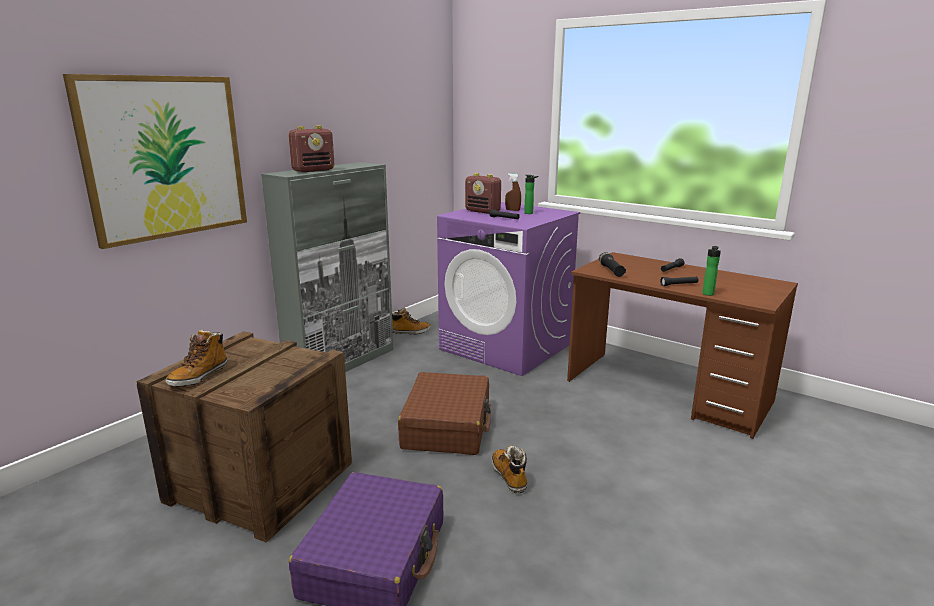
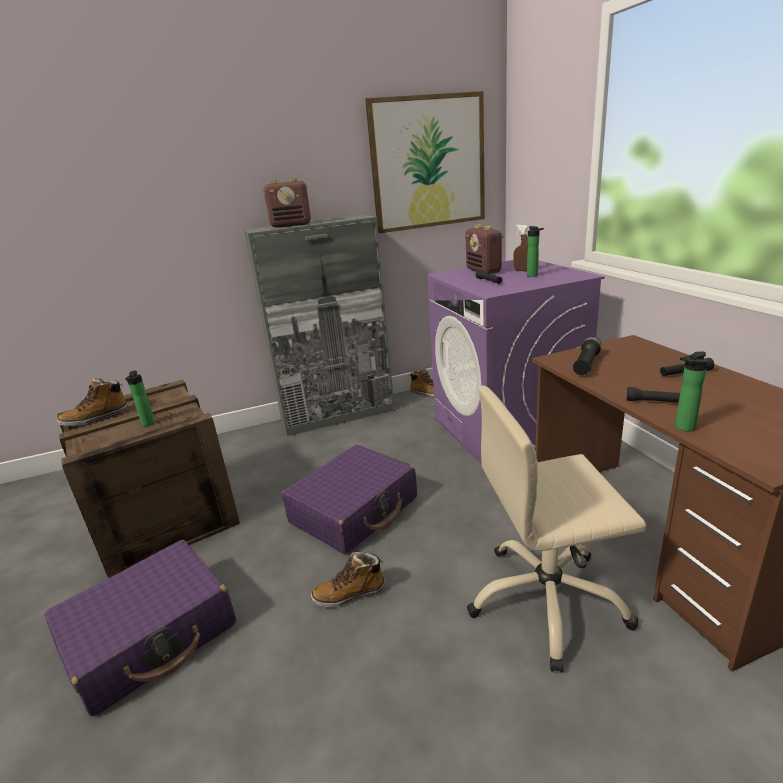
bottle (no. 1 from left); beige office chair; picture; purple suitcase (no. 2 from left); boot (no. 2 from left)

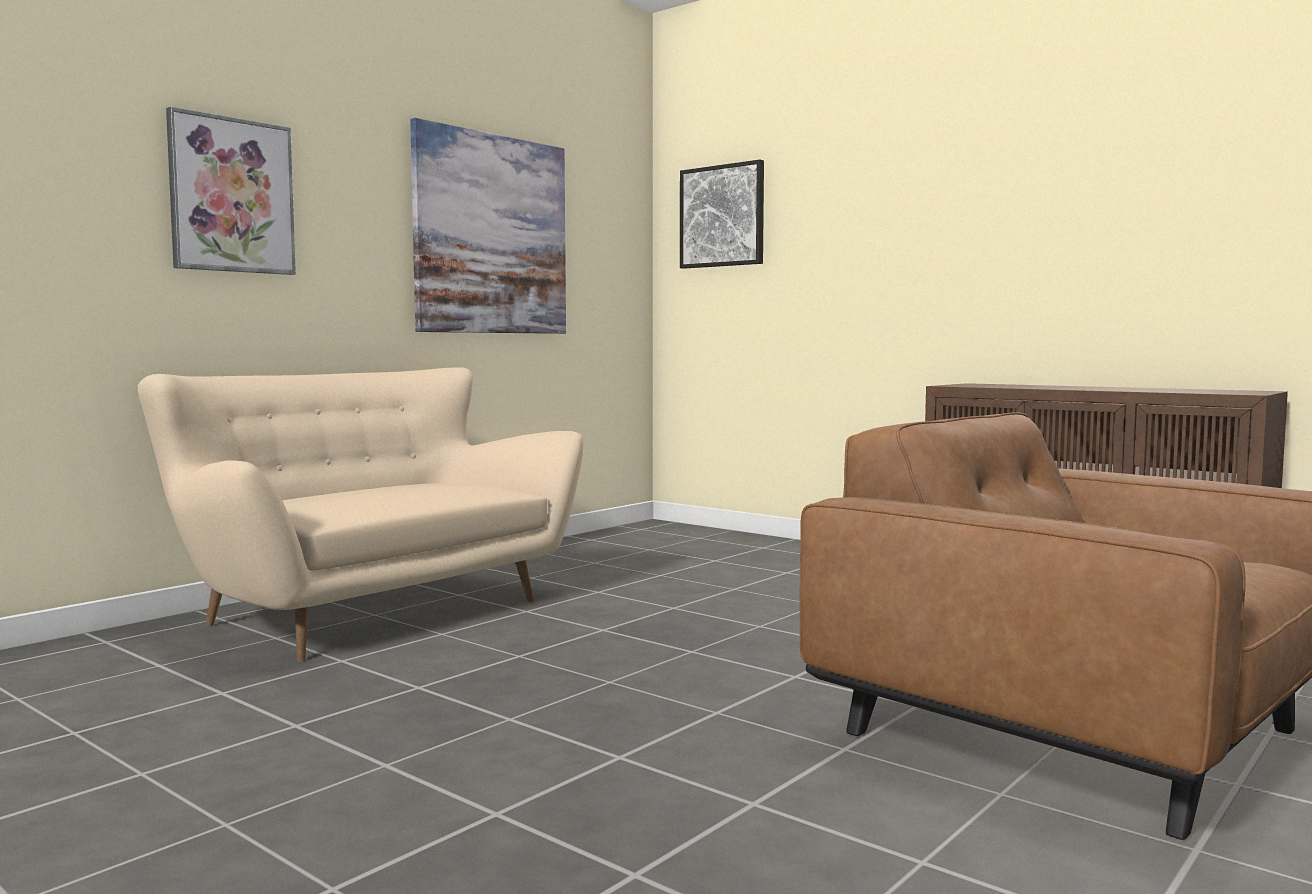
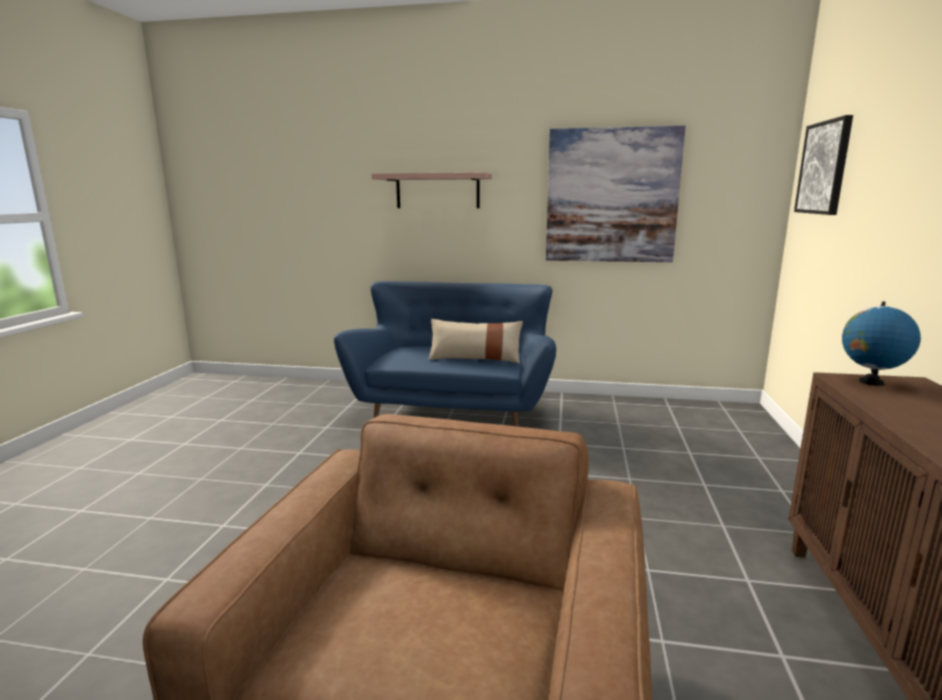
beige pillow; globe; shelf; blue sofa

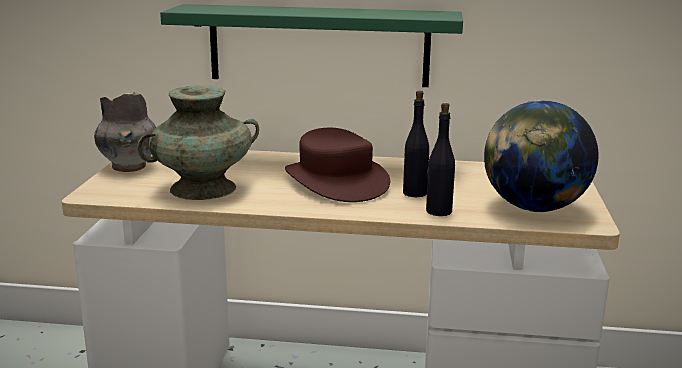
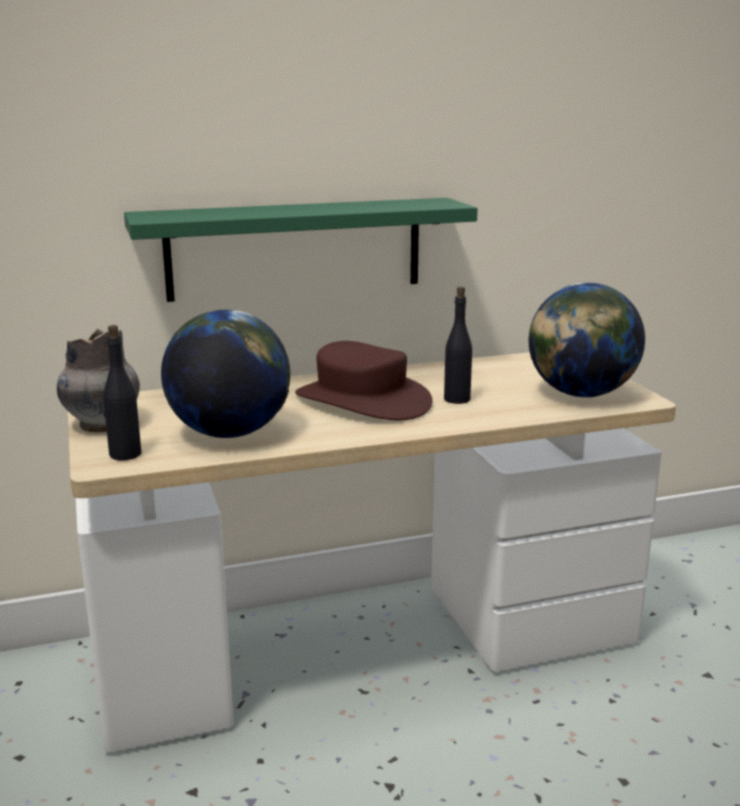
black bottle (no. 1 from left); globe (no. 1 from left)

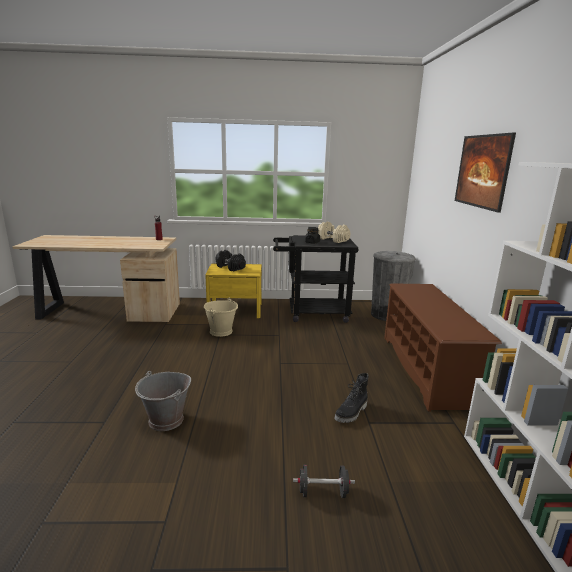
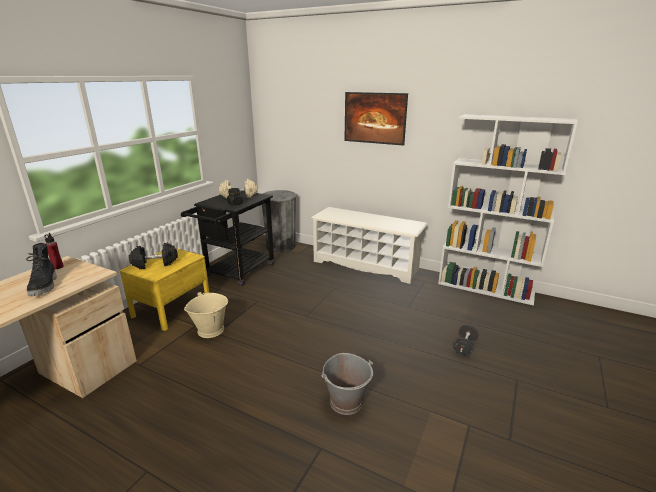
black boot; white shoe rack

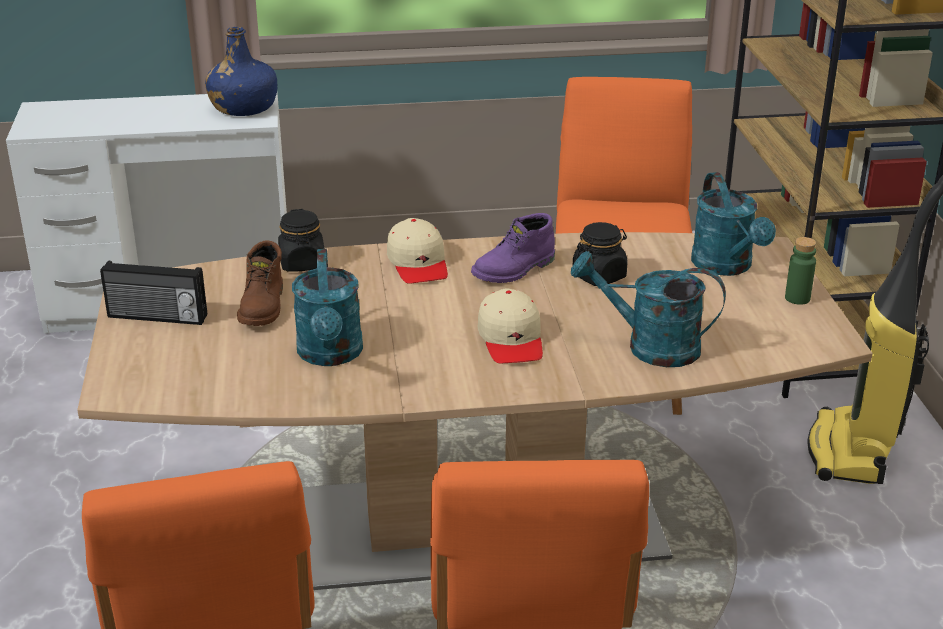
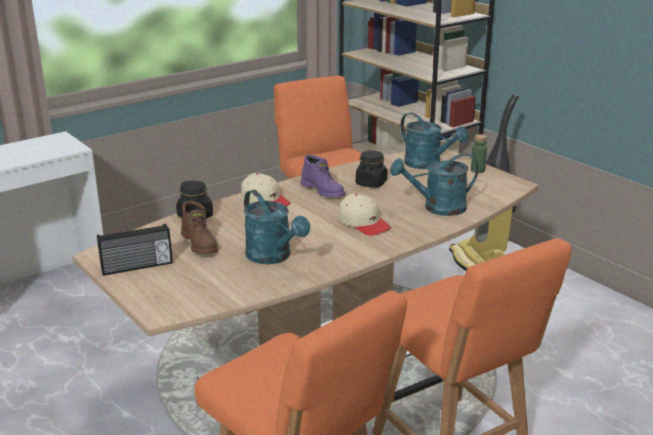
blue bottle; purple boot

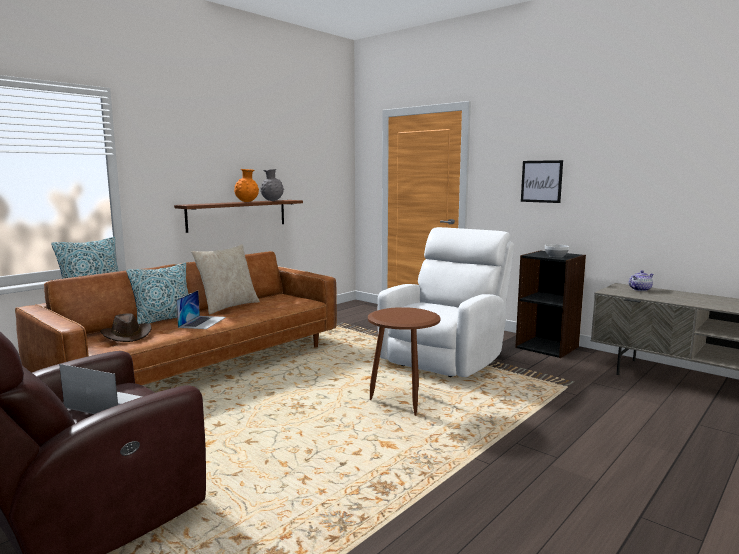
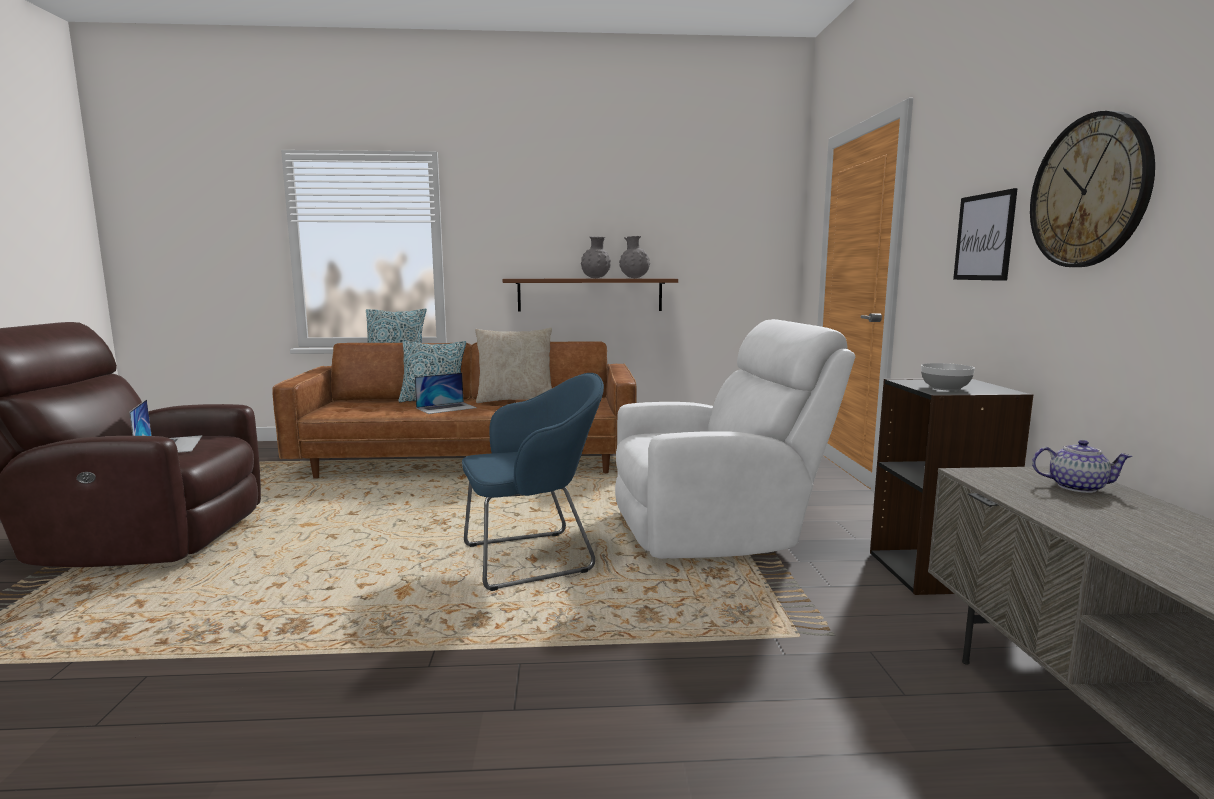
brown hat; wall clock; blue armchair; grey vase (no. 1 from left)

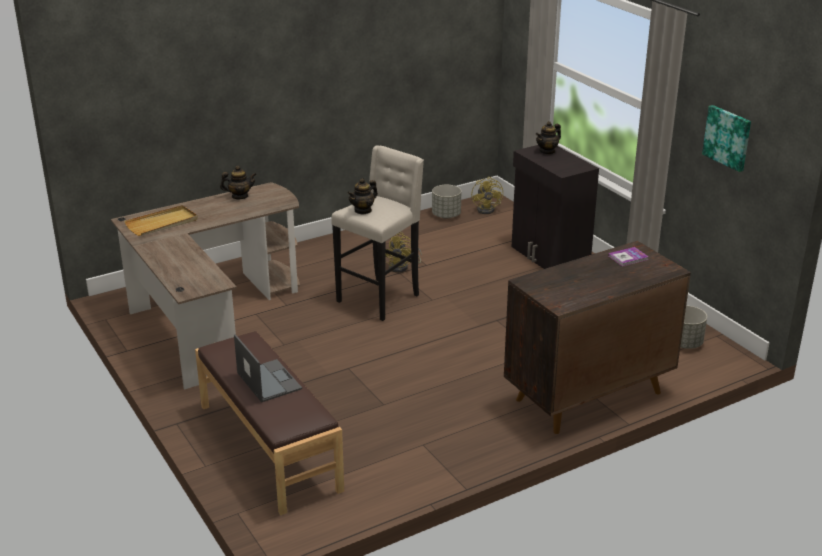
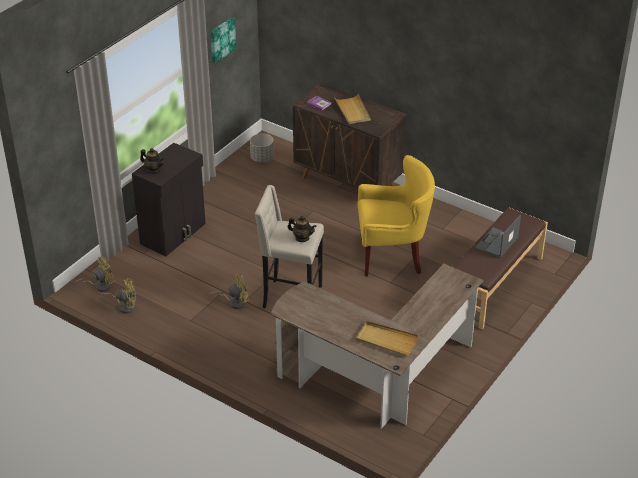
teapot (no. 1 from left in the first image); beige tray (no. 1 from left); yellow armchair; yellow fan (no. 2 from left)

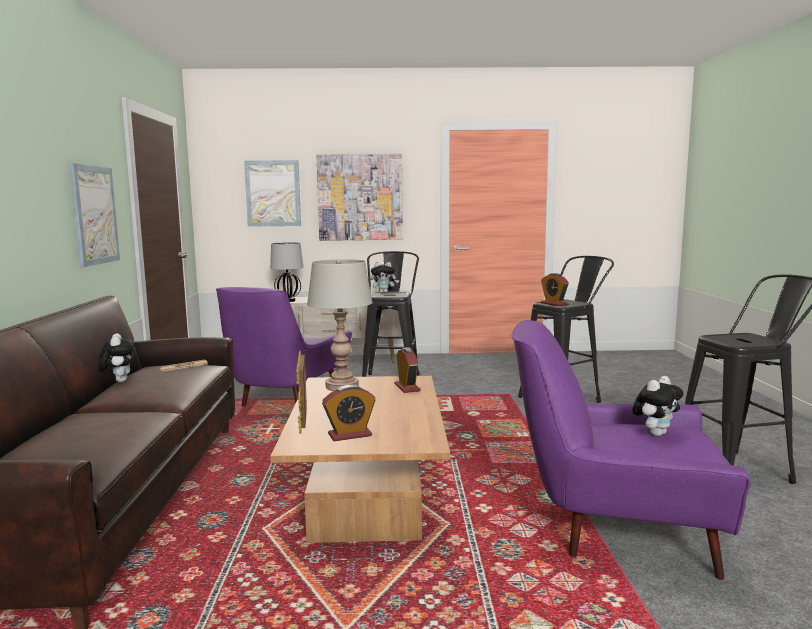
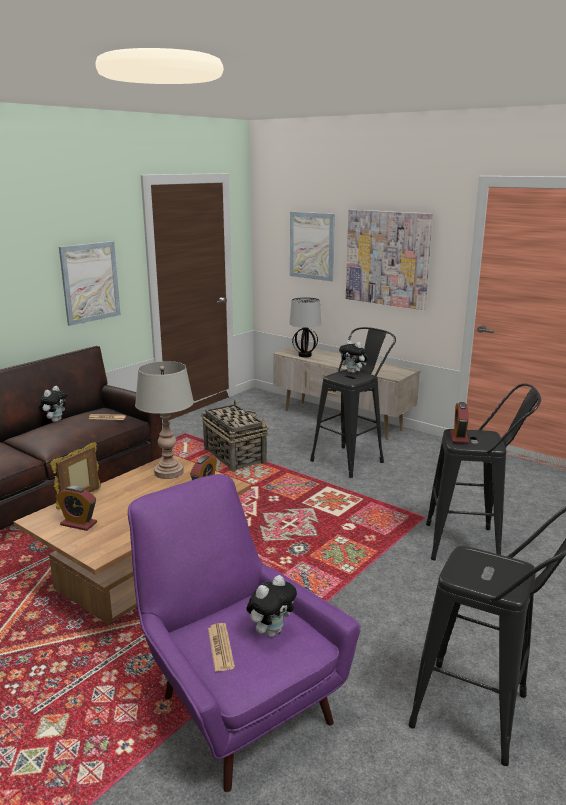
newspaper (no. 2 from left); basket; plush toy (no. 2 from left)

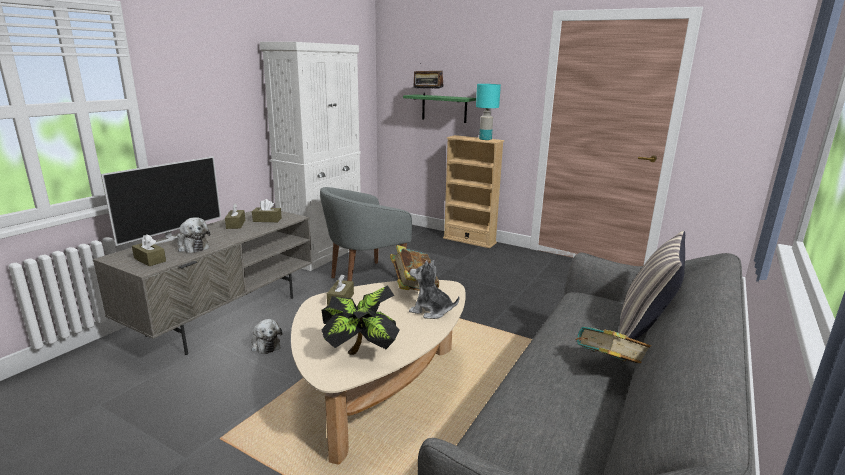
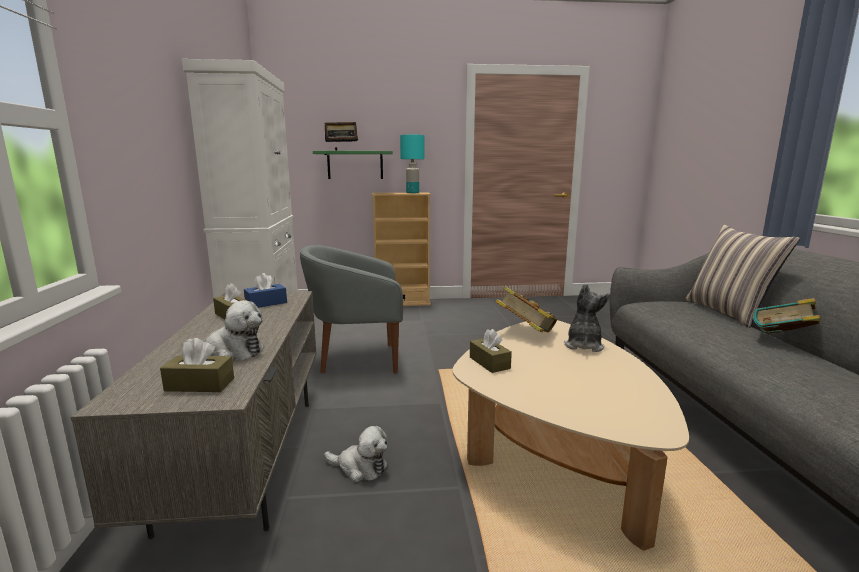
television; potted plant; blue tissue box; grey armchair; plush toy (no. 3 from left)

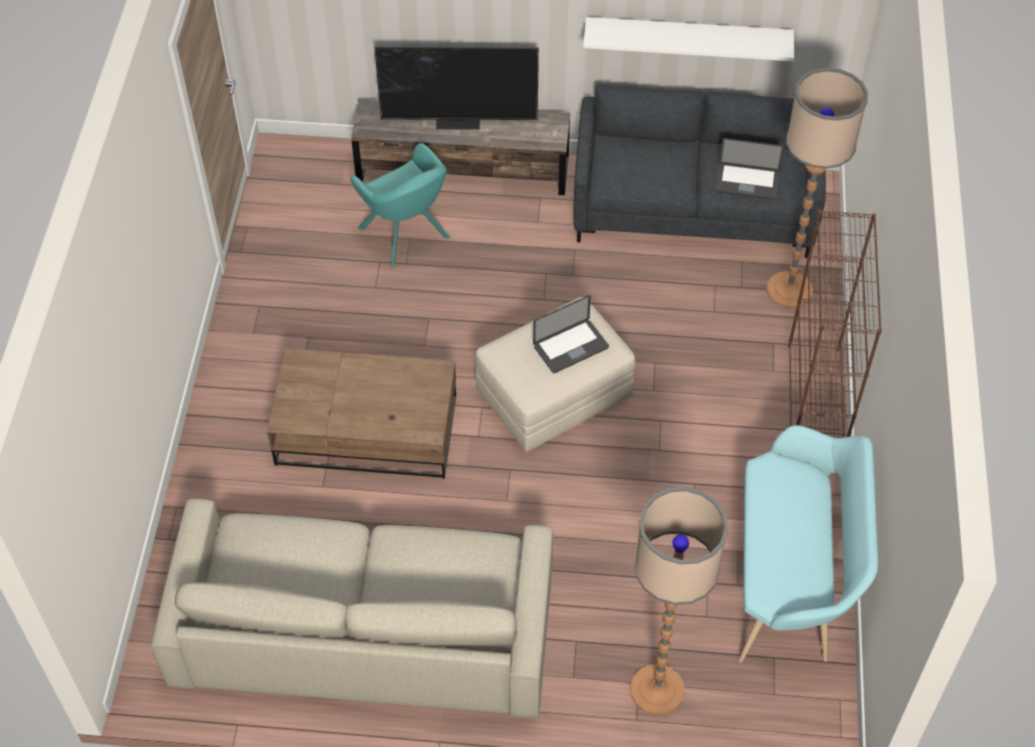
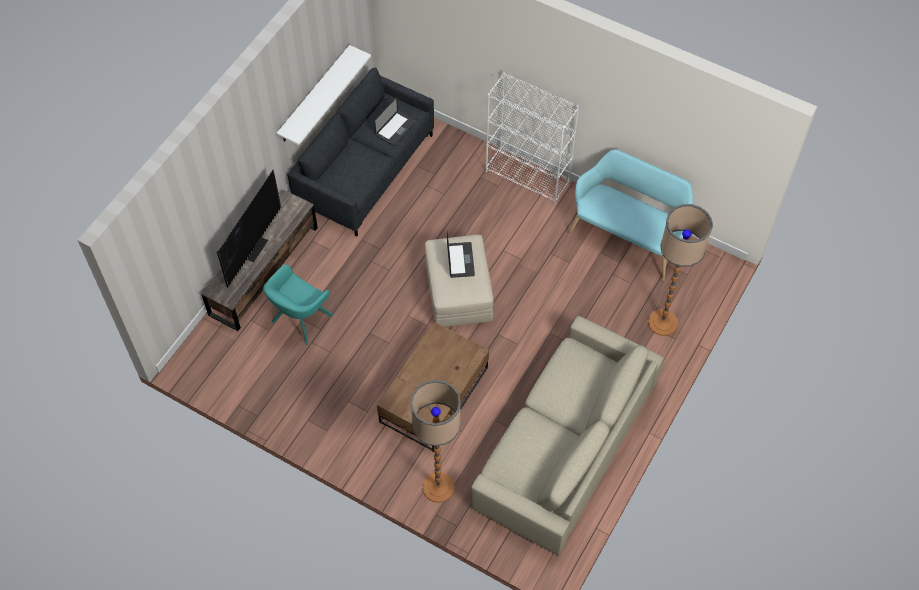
floor lamp (no. 1 from left); white bookcase; turquoise armchair

